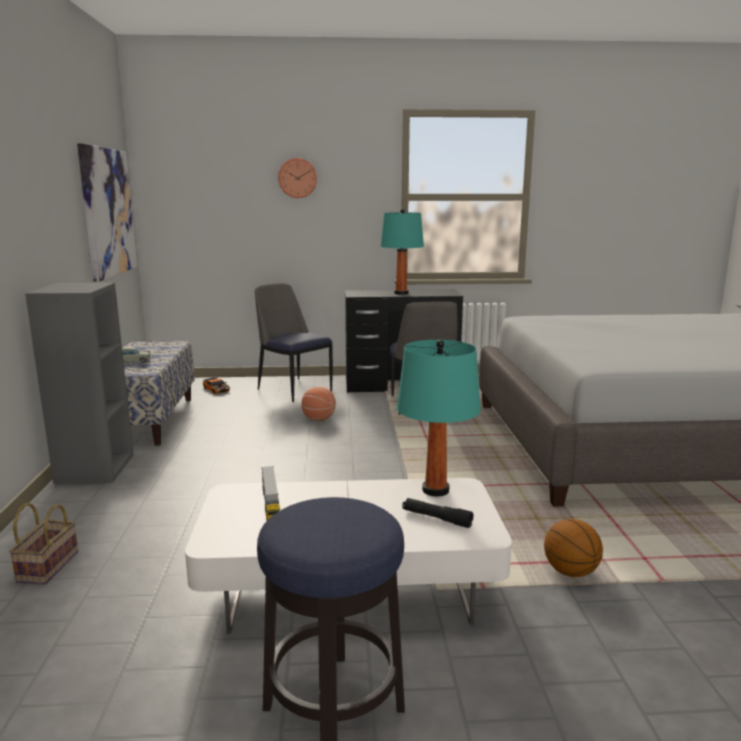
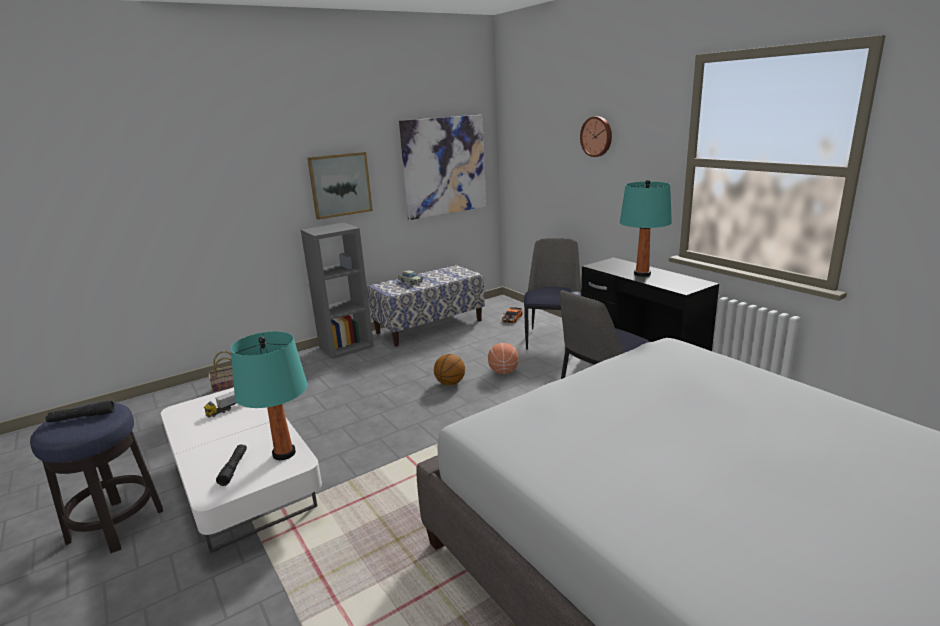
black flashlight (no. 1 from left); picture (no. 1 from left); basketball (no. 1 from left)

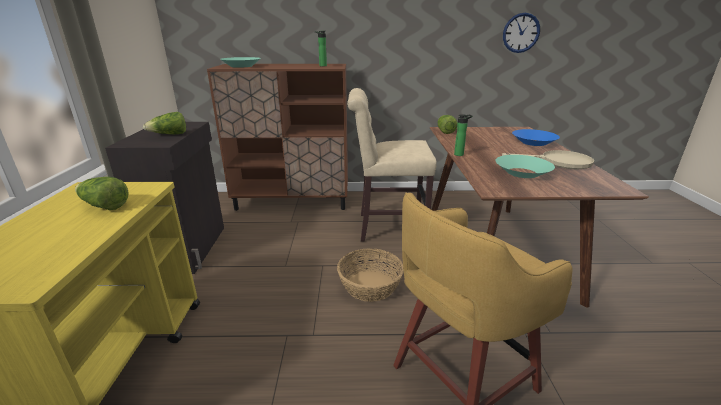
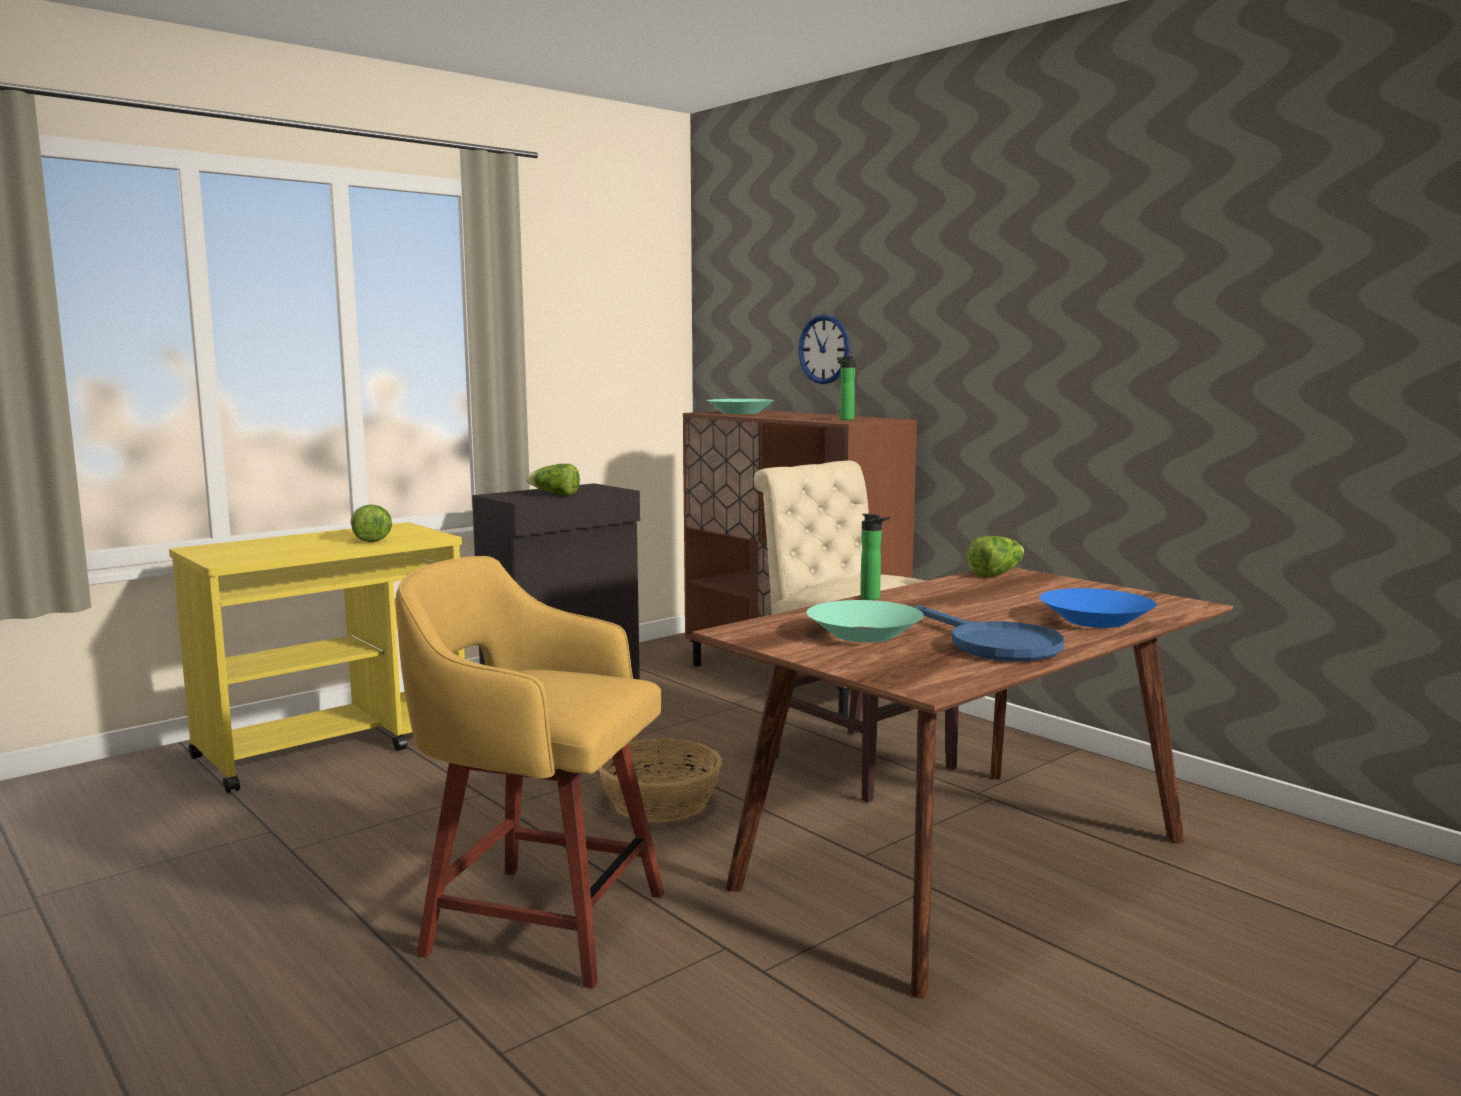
wall clock; blue frying pan

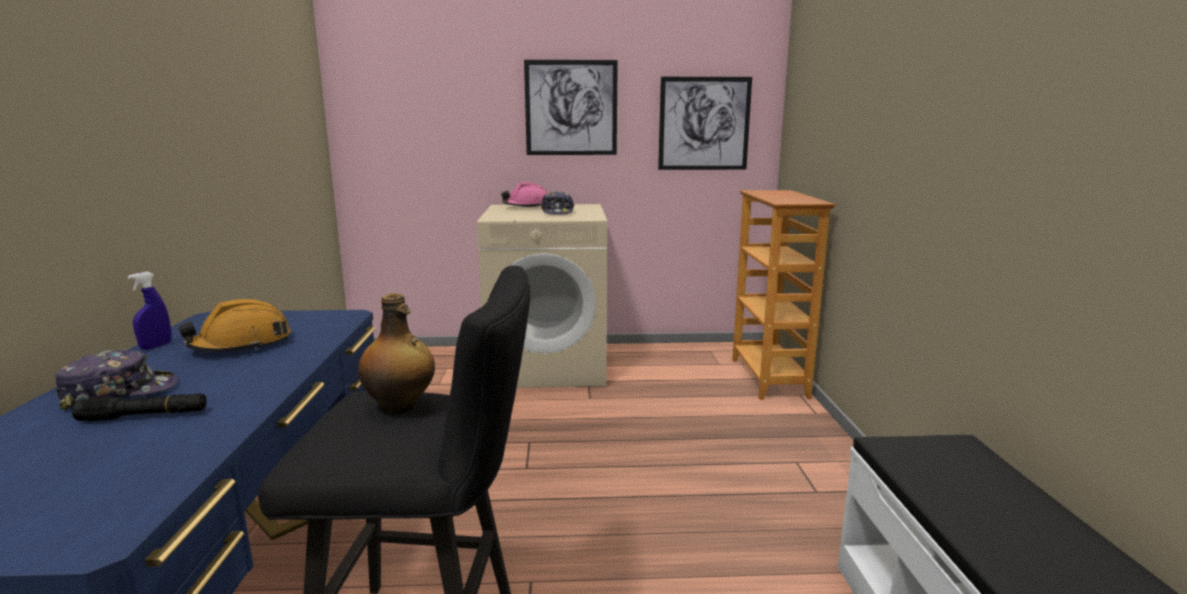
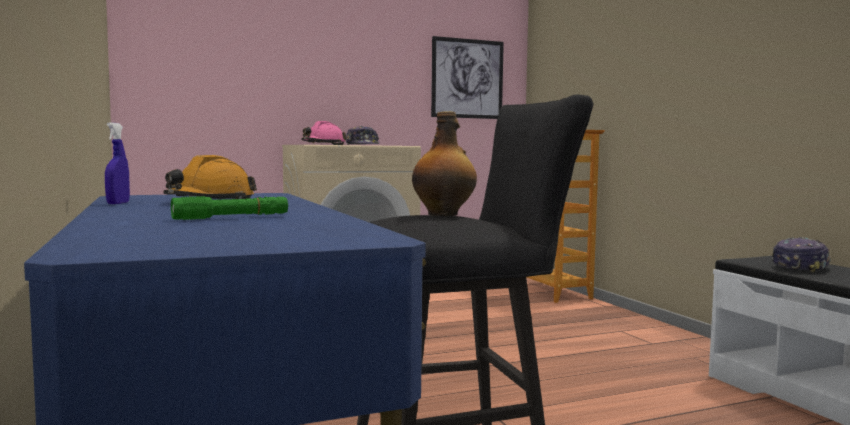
picture (no. 1 from left in the first image); cap (no. 2 from left); green flashlight

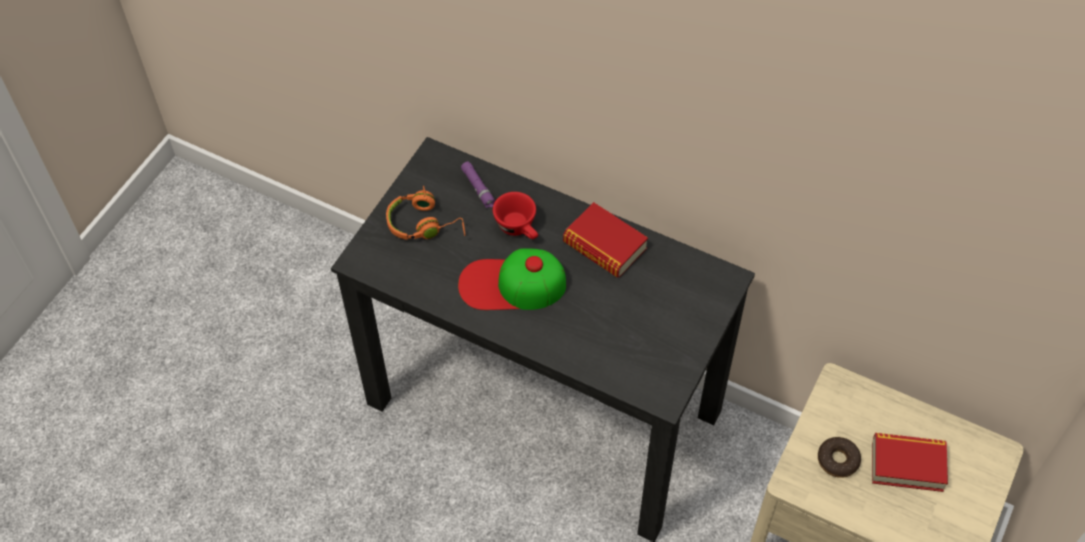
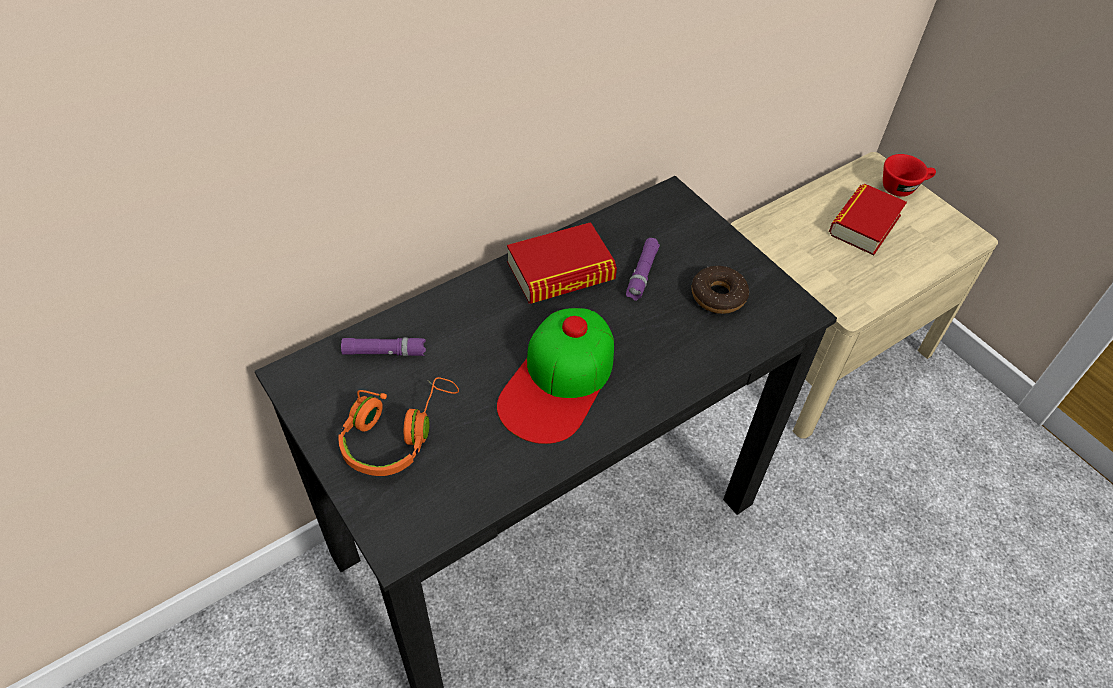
purple flashlight (no. 2 from left); red cup; donut

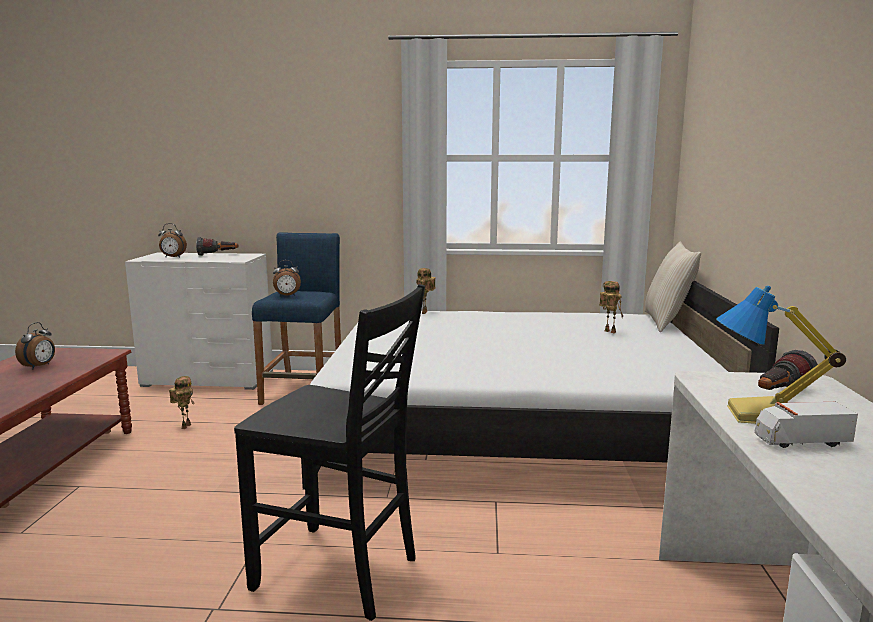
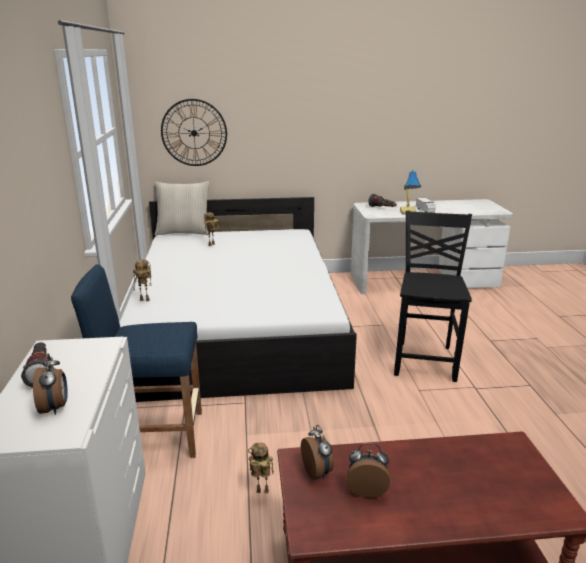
wall clock; alarm clock (no. 2 from left)

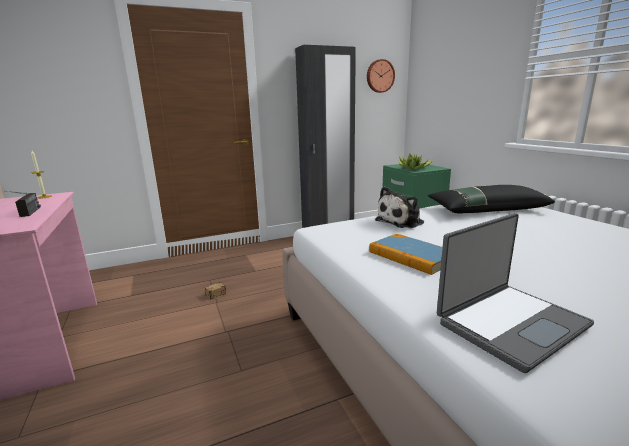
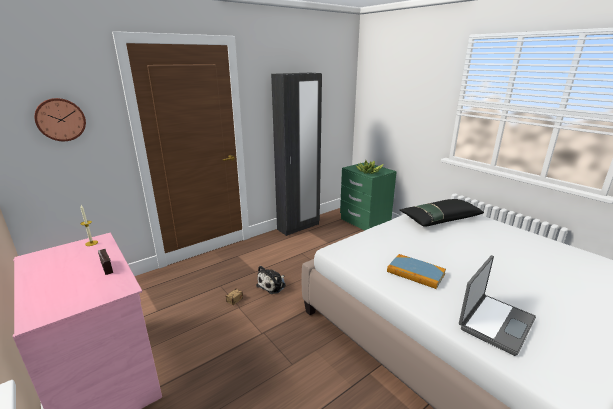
wall clock; plush toy

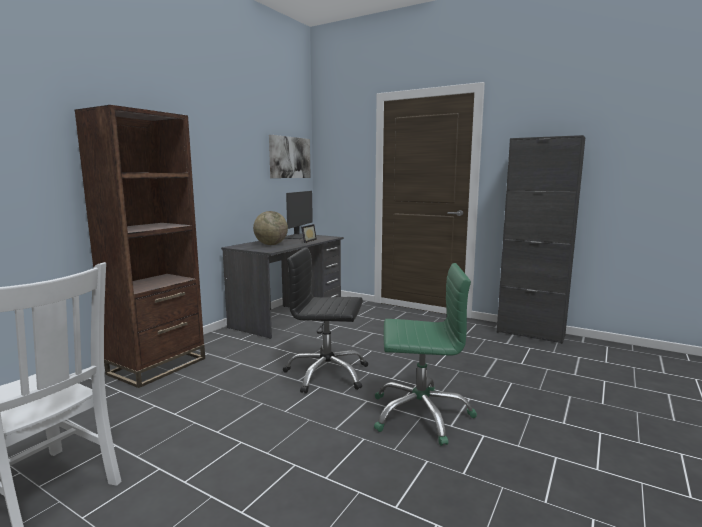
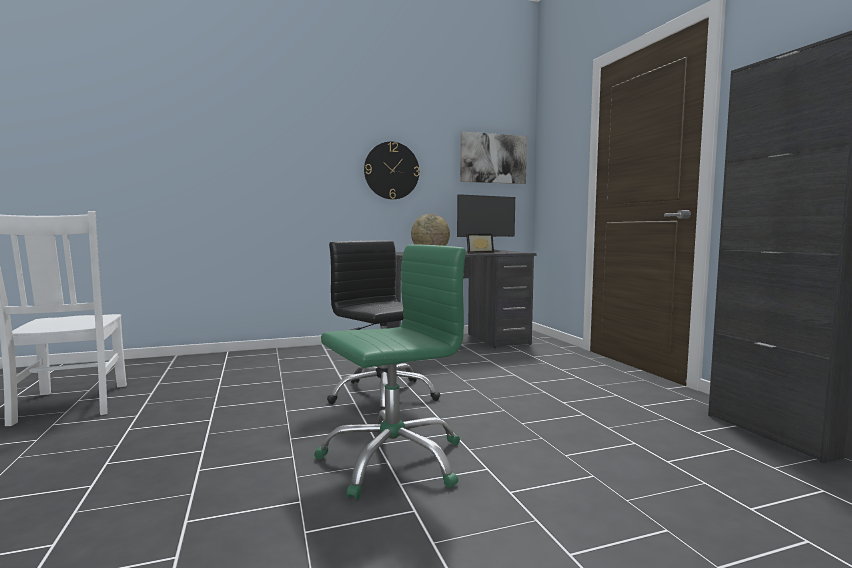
brown bookcase; wall clock; green office chair

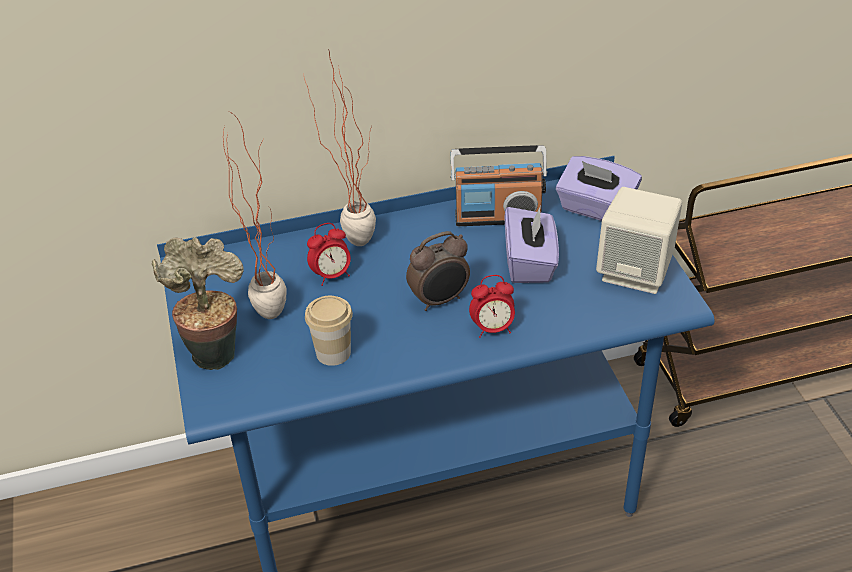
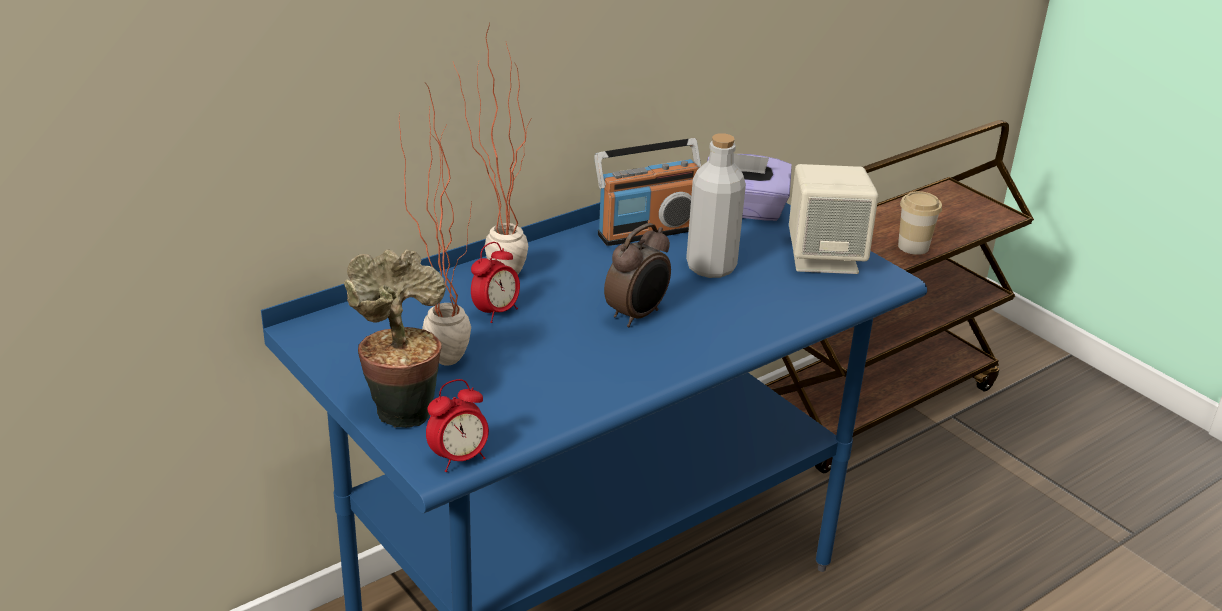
cup; alarm clock (no. 1 from left); grey bottle

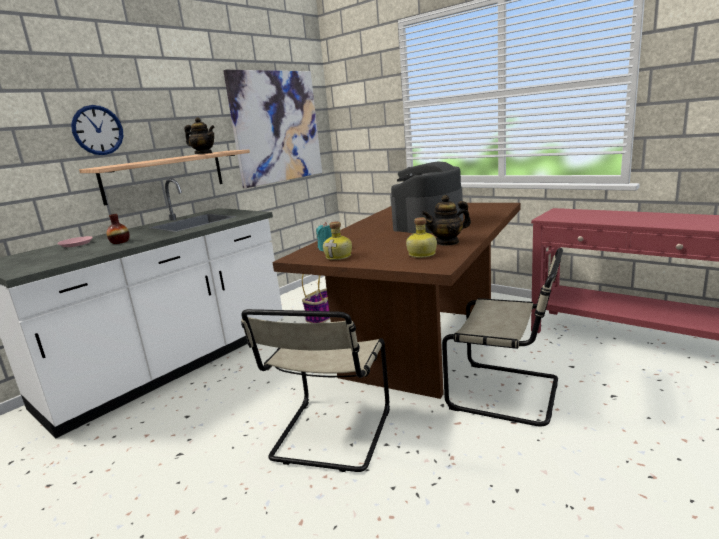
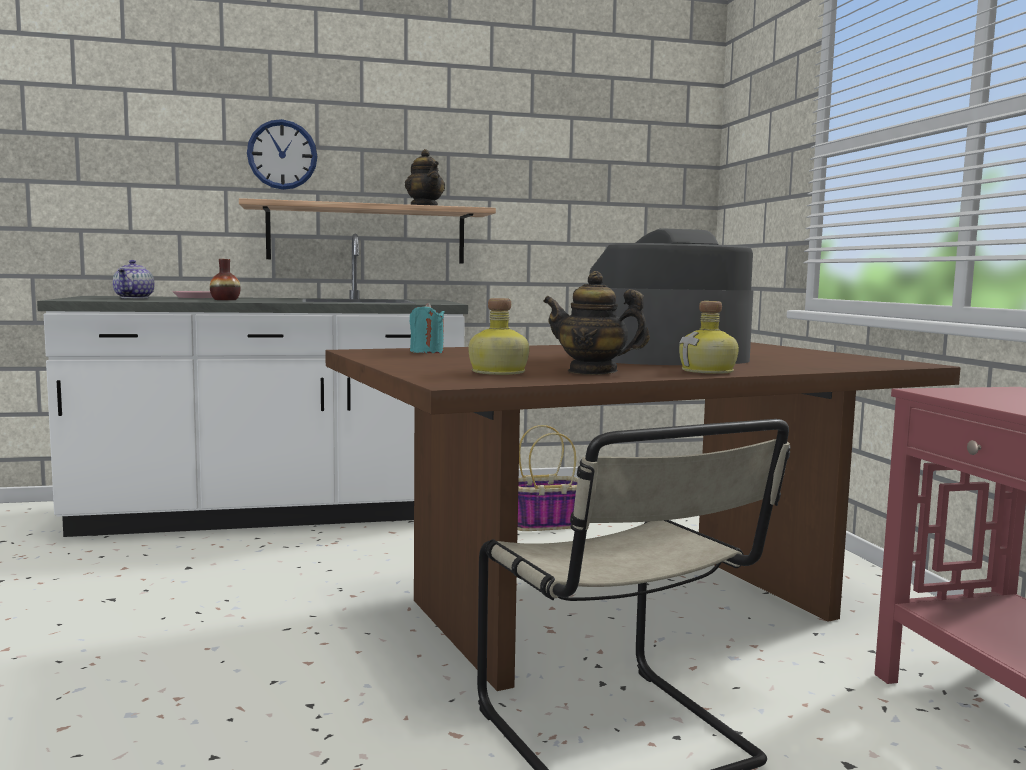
picture; beige chair (no. 1 from left in the first image); teapot (no. 1 from left); bottle (no. 2 from left)

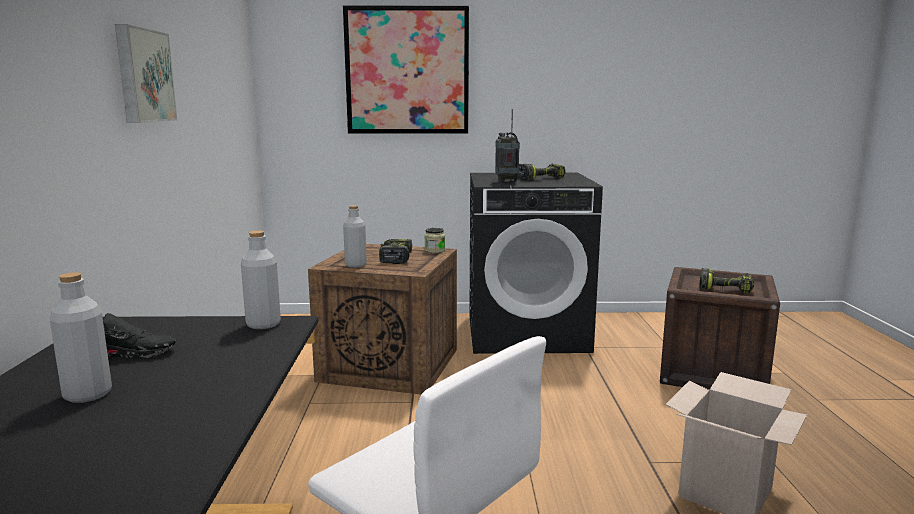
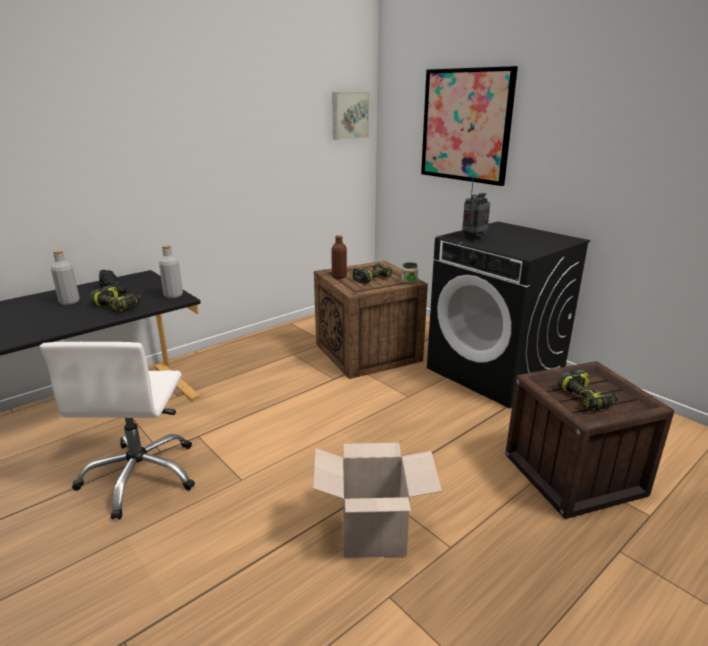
picture (no. 1 from left); power drill (no. 1 from left); brown bottle

